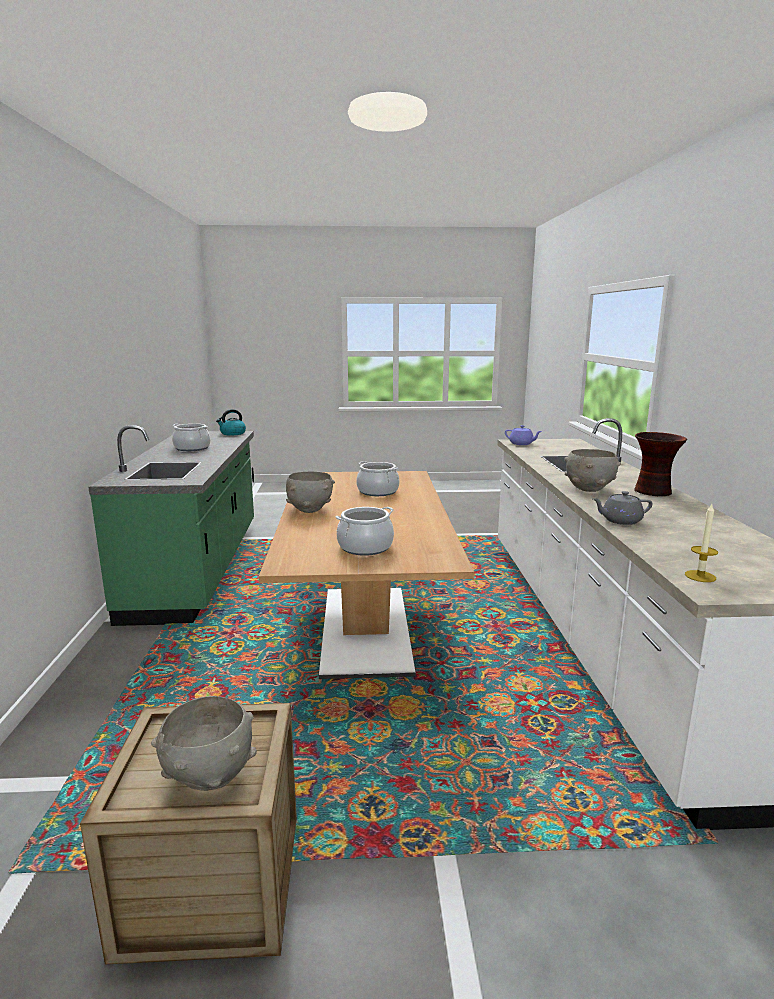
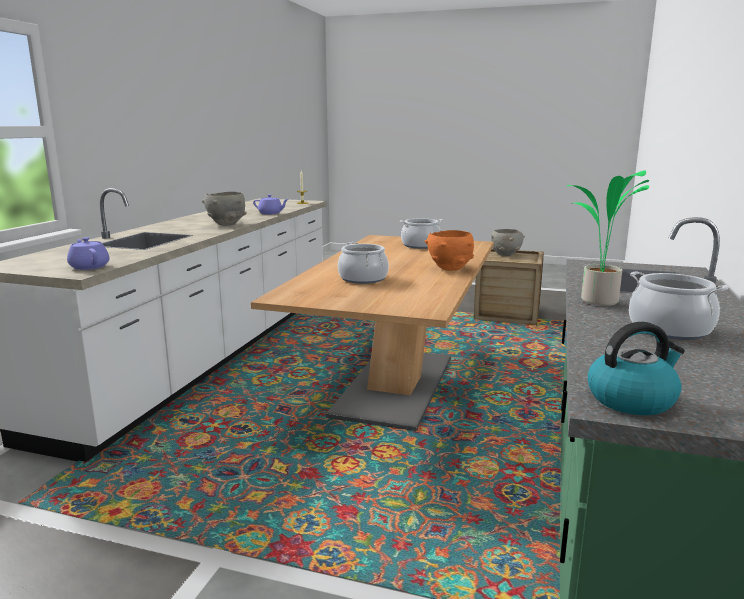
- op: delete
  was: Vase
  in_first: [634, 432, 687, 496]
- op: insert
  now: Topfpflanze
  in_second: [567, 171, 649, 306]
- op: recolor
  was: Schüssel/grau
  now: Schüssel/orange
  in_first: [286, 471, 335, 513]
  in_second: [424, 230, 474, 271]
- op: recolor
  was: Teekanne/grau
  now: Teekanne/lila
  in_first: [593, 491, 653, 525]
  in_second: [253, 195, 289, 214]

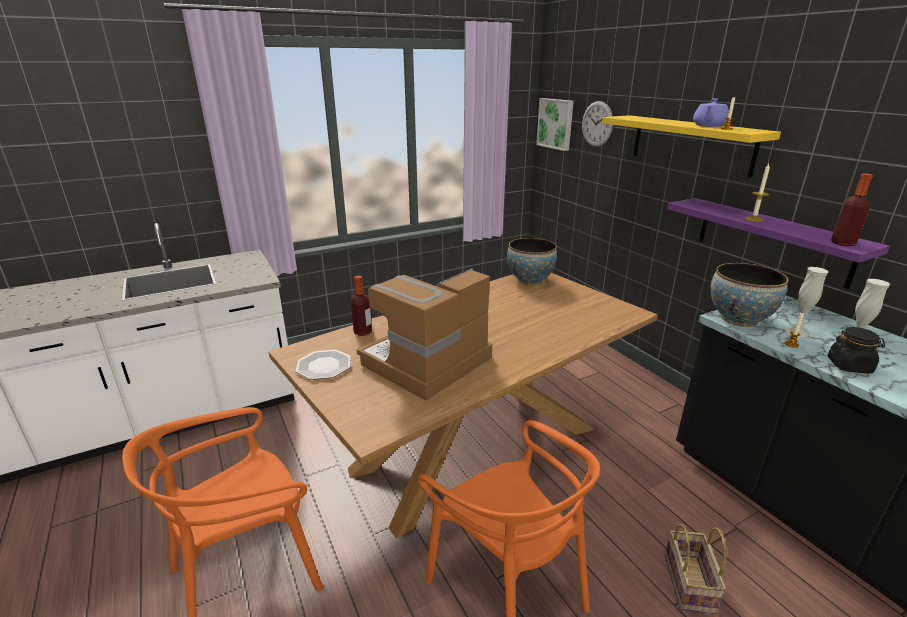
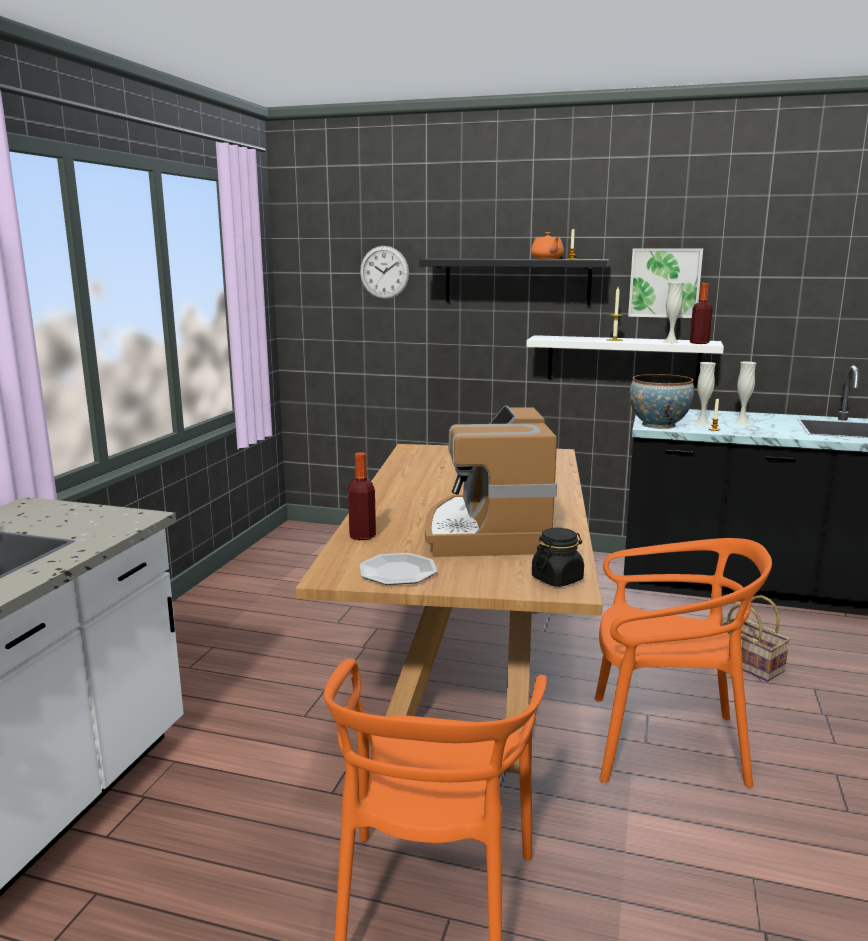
- op: delete
  was: Schüssel
  in_first: [507, 238, 557, 285]
- op: insert
  now: Vase/weiß
  in_second: [663, 282, 683, 343]
- op: move
  was: Bild
  in_first: [536, 98, 574, 151]
  in_second: [628, 249, 703, 318]
- op: move
  was: Vorratsglas/schwarz
  in_first: [828, 327, 885, 373]
  in_second: [532, 528, 584, 587]
- op: recolor
  was: Wandregal/gelb
  now: Wandregal/schwarz
  in_first: [602, 115, 781, 178]
  in_second: [419, 259, 610, 305]
- op: recolor
  was: Wandregal/lila
  now: Wandregal/weiß
  in_first: [667, 198, 890, 289]
  in_second: [526, 335, 724, 386]
- op: recolor
  was: Teekanne/lila
  now: Teekanne/orange
  in_first: [693, 98, 729, 127]
  in_second: [531, 232, 564, 259]

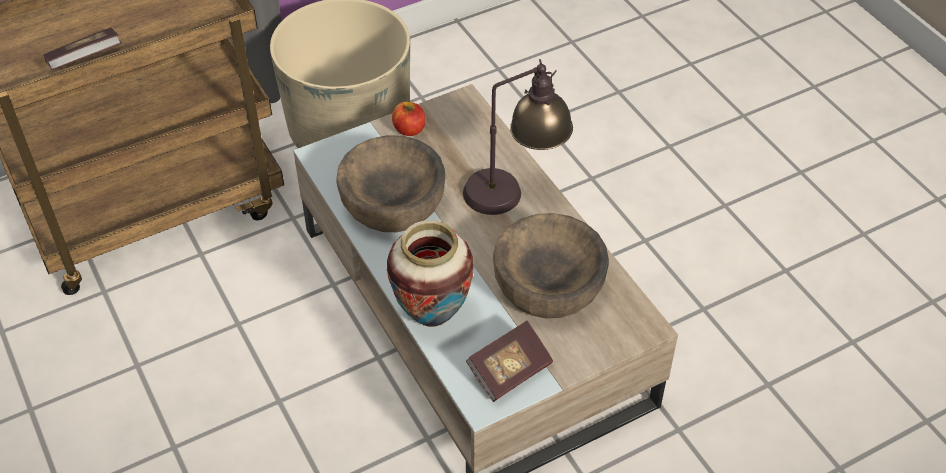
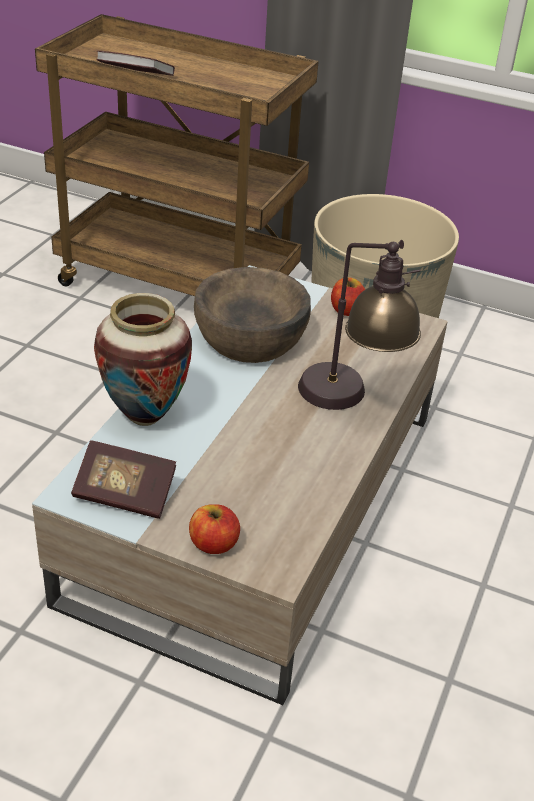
- op: delete
  was: Schüssel/braun
  in_first: [493, 213, 609, 319]
- op: insert
  now: Apfel
  in_second: [189, 504, 240, 554]

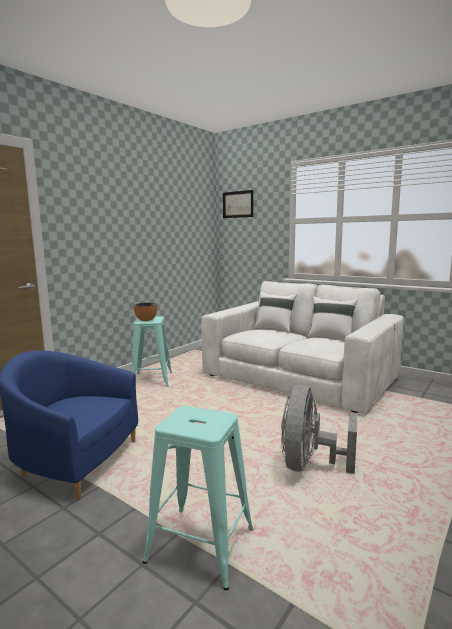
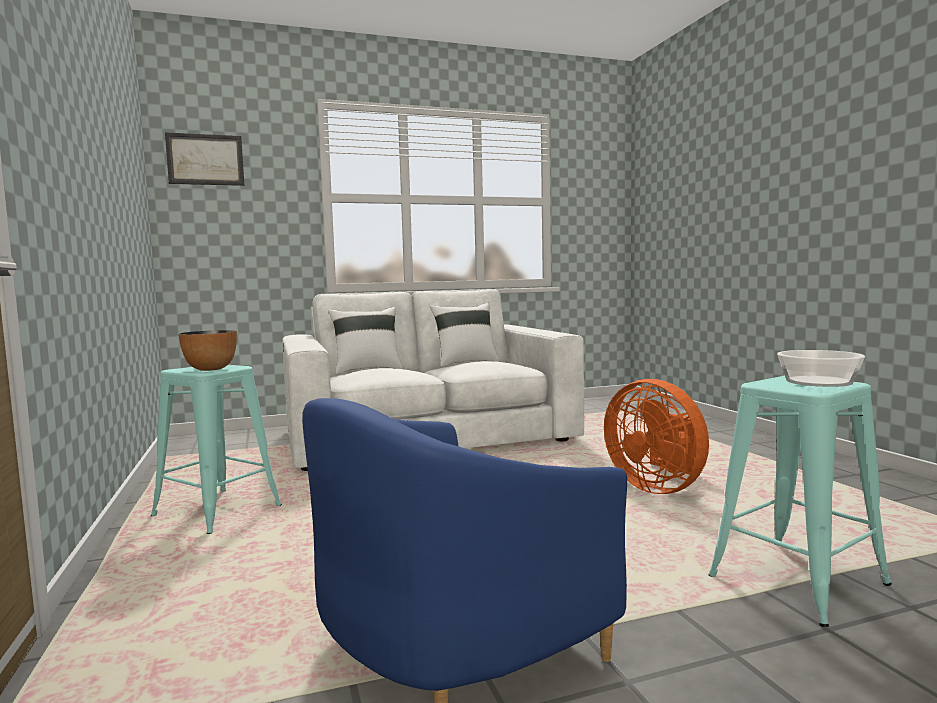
- op: insert
  now: Schüssel
  in_second: [777, 350, 865, 387]
- op: recolor
  was: Ventilator/grau
  now: Ventilator/orange
  in_first: [281, 385, 357, 474]
  in_second: [604, 379, 709, 494]

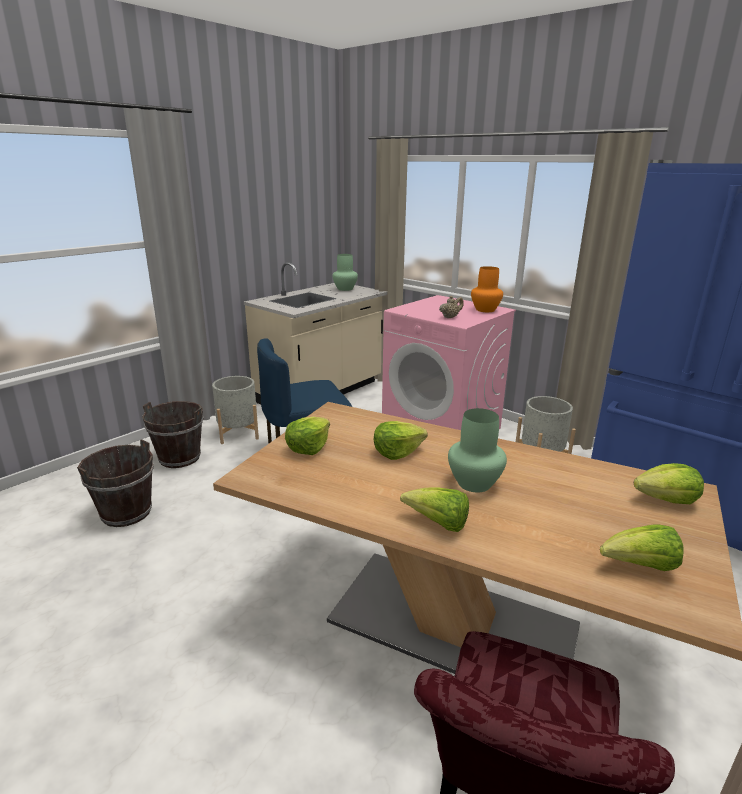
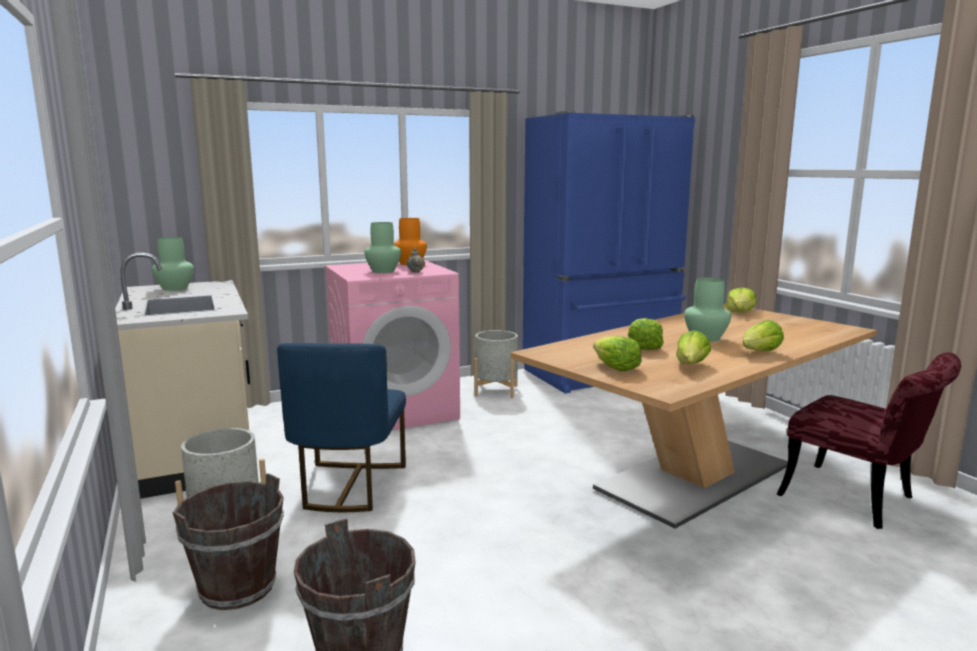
- op: insert
  now: Vase/grün
  in_second: [364, 222, 401, 273]
- op: move
  was: Salatkopf
  in_first: [600, 524, 684, 571]
  in_second: [676, 330, 711, 364]

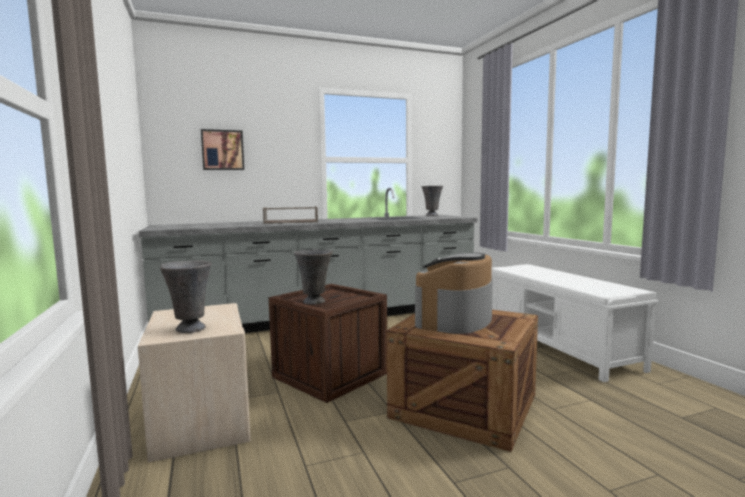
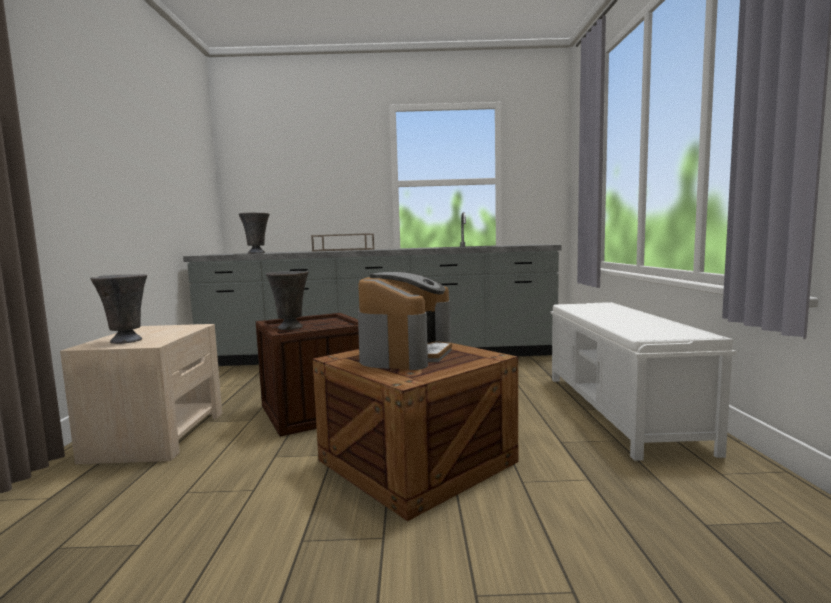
- op: delete
  was: Bild
  in_first: [201, 129, 244, 170]
- op: move
  was: Vase/grau
  in_first: [421, 186, 443, 216]
  in_second: [239, 212, 270, 254]
- op: rotate
  was: Kaffeemaschine
  in_first: [415, 252, 493, 334]
  in_second: [358, 272, 452, 370]
  clockwise: 150

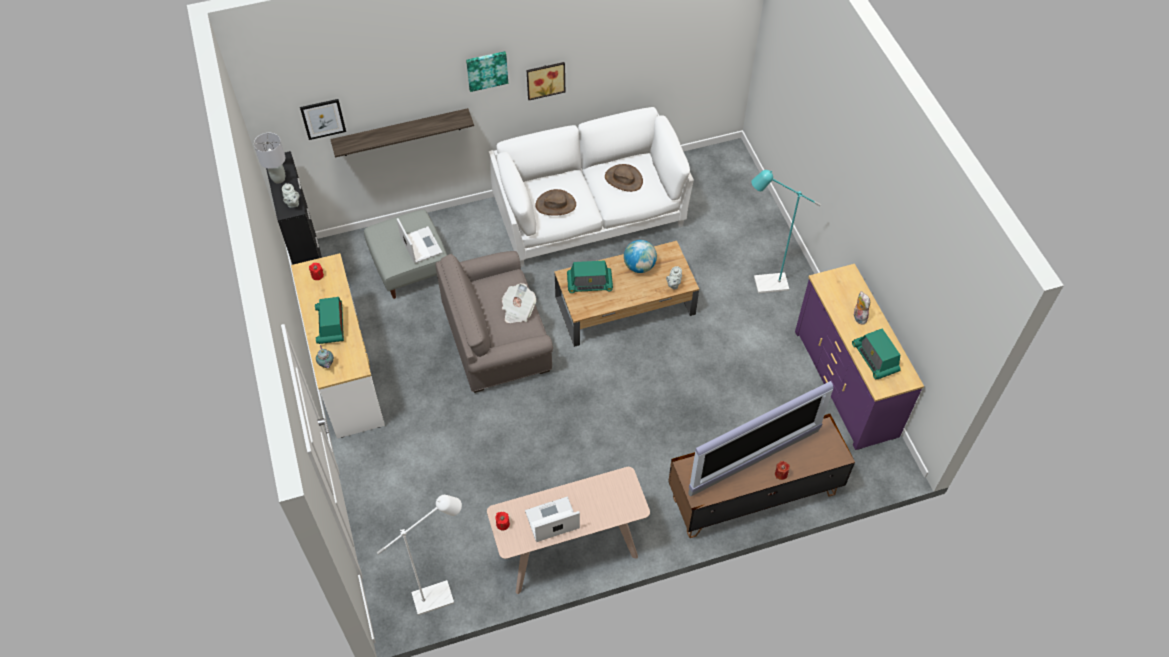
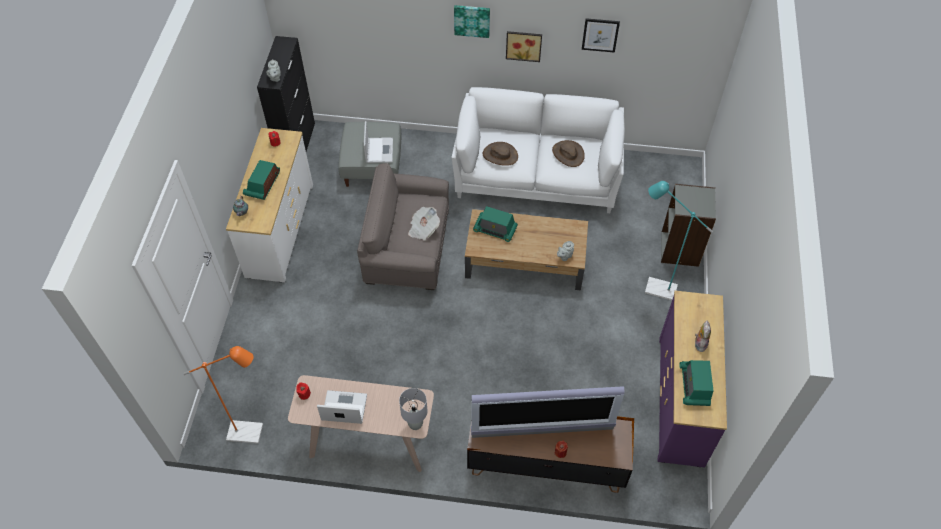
- op: delete
  was: Wandregal
  in_first: [330, 108, 474, 158]
- op: delete
  was: Globus
  in_first: [624, 240, 657, 273]
- op: insert
  now: Bücherregal/grau
  in_second: [661, 184, 716, 267]
- op: move
  was: Tischlampe/grau
  in_first: [254, 133, 285, 183]
  in_second: [399, 388, 427, 430]
- op: move
  was: Bild
  in_first: [300, 99, 346, 140]
  in_second: [582, 18, 620, 53]
- op: recolor
  was: Stehlampe/weiß
  now: Stehlampe/orange
  in_first: [377, 495, 462, 615]
  in_second: [183, 346, 263, 444]

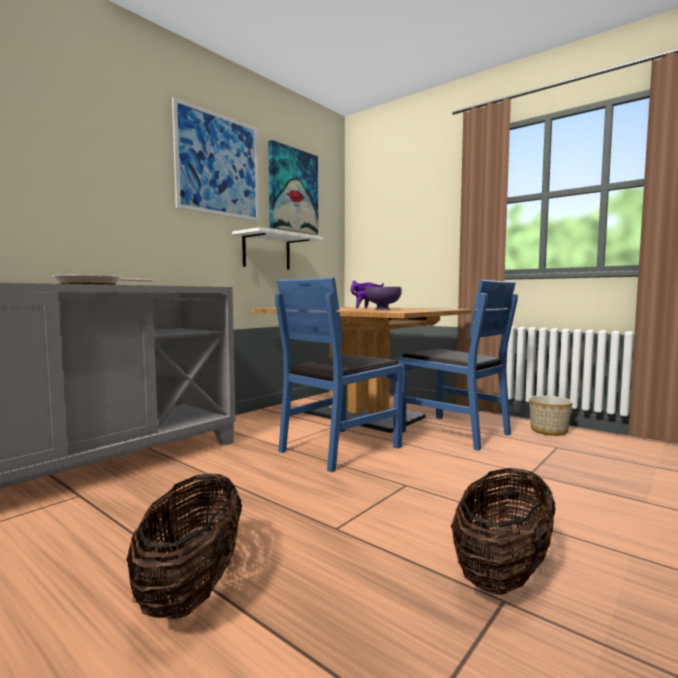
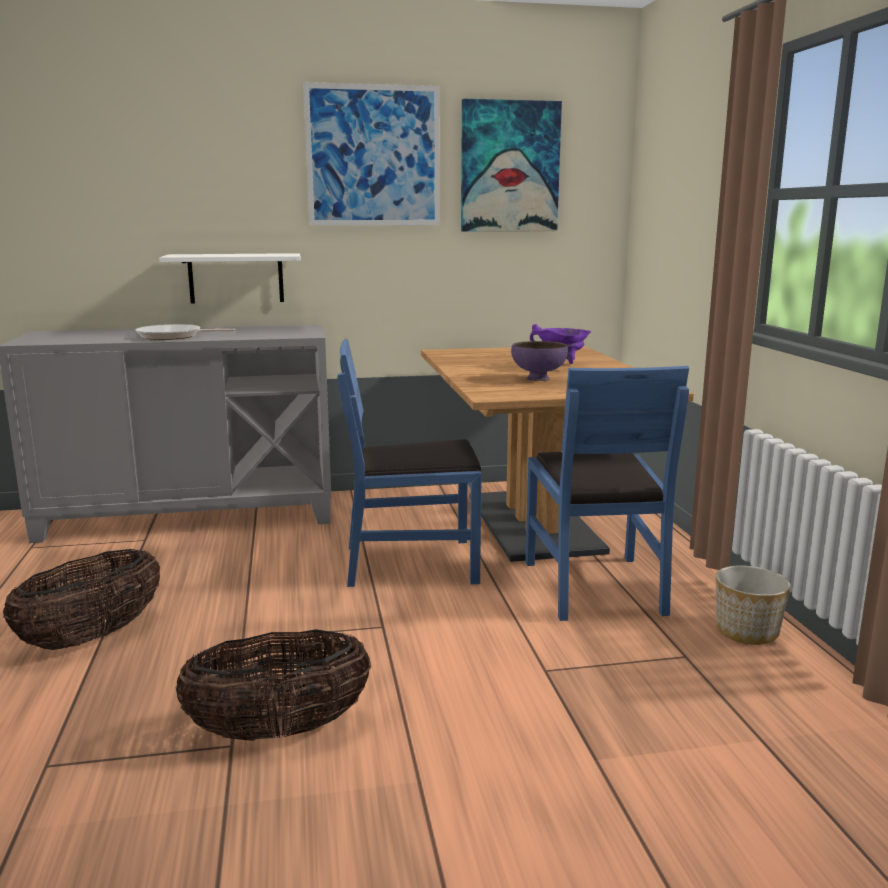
- op: move
  was: Wandregal/weiß
  in_first: [232, 227, 323, 270]
  in_second: [159, 253, 301, 304]

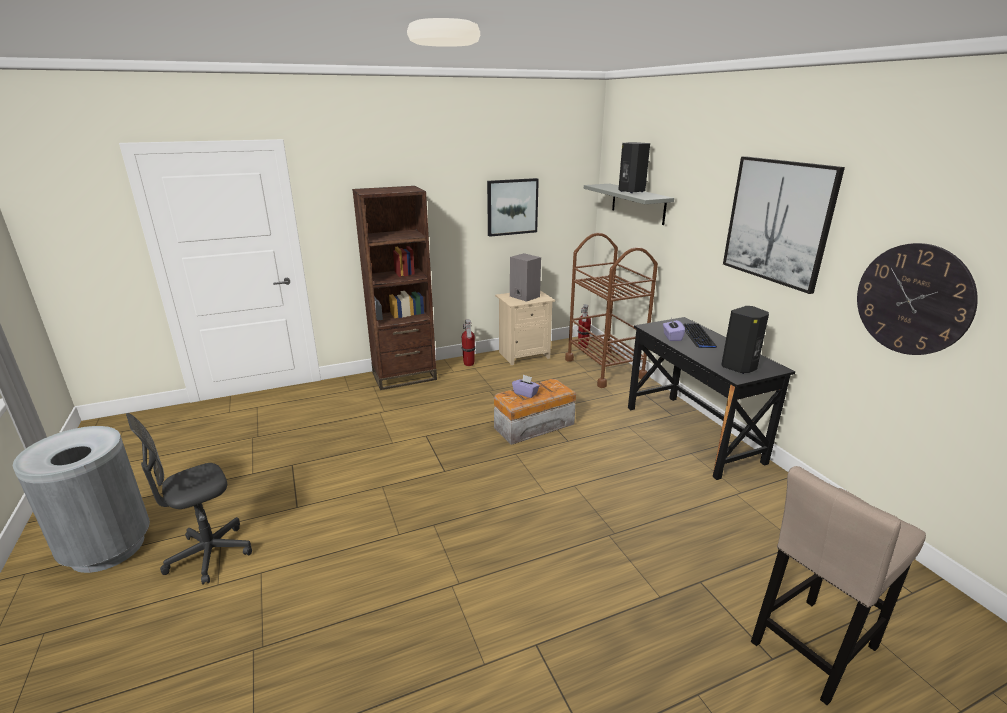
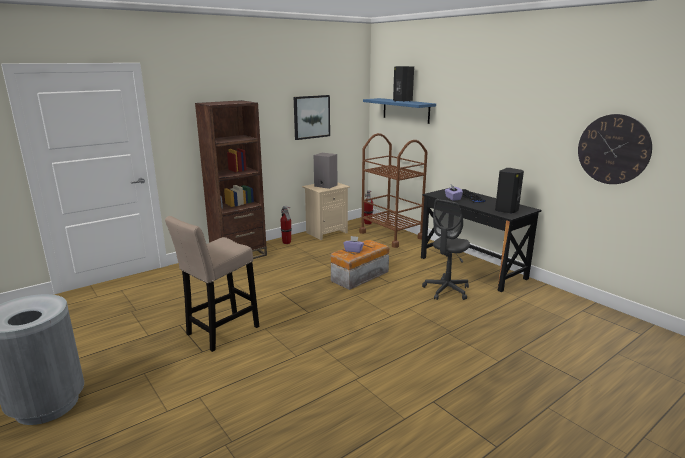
- op: delete
  was: Bild
  in_first: [723, 156, 845, 294]
- op: move
  was: Bürostuhl/grau
  in_first: [126, 413, 252, 584]
  in_second: [422, 199, 470, 300]
- op: move
  was: Hocker/beige
  in_first: [751, 466, 926, 705]
  in_second: [165, 216, 259, 352]
- op: recolor
  was: Wandregal/grau
  now: Wandregal/blau
  in_first: [584, 184, 674, 225]
  in_second: [363, 98, 436, 124]

